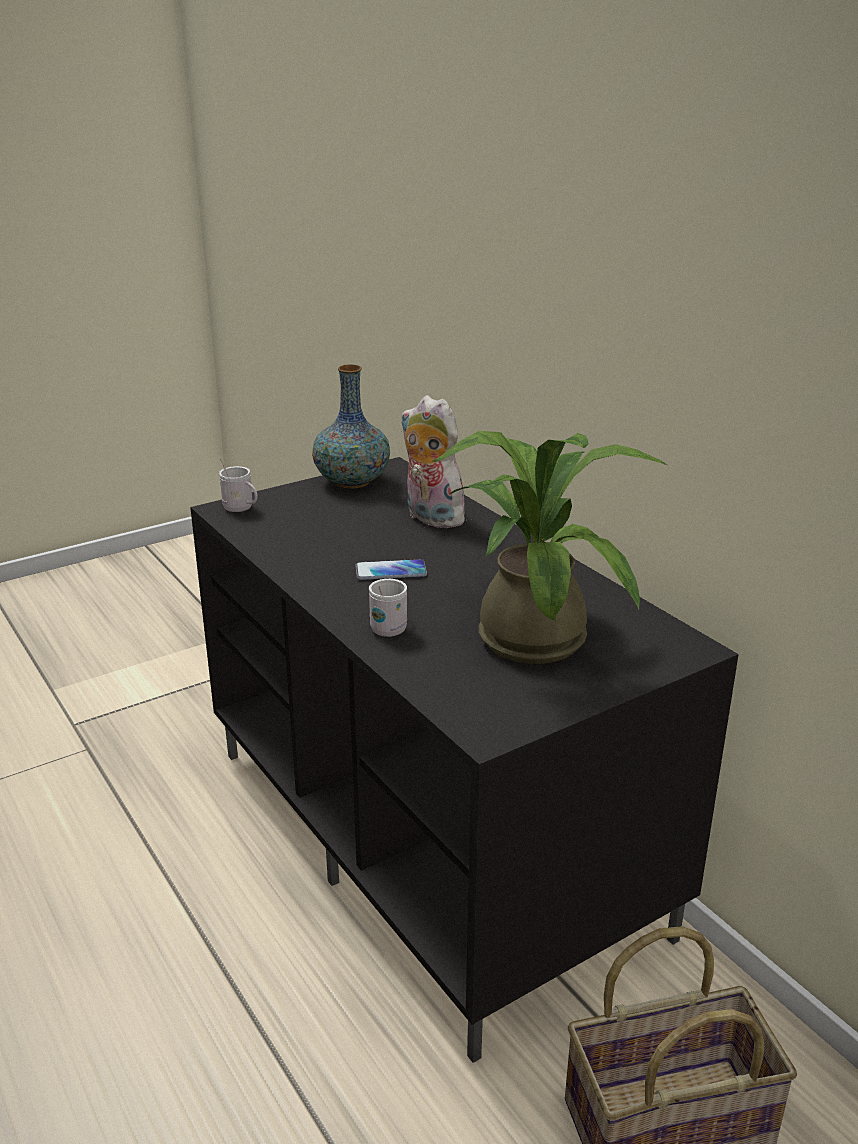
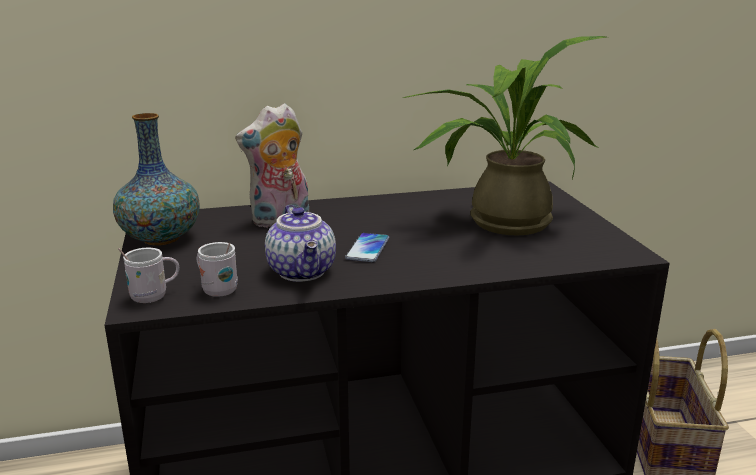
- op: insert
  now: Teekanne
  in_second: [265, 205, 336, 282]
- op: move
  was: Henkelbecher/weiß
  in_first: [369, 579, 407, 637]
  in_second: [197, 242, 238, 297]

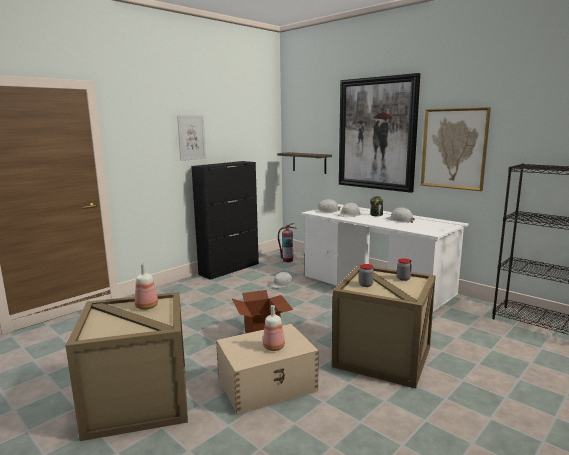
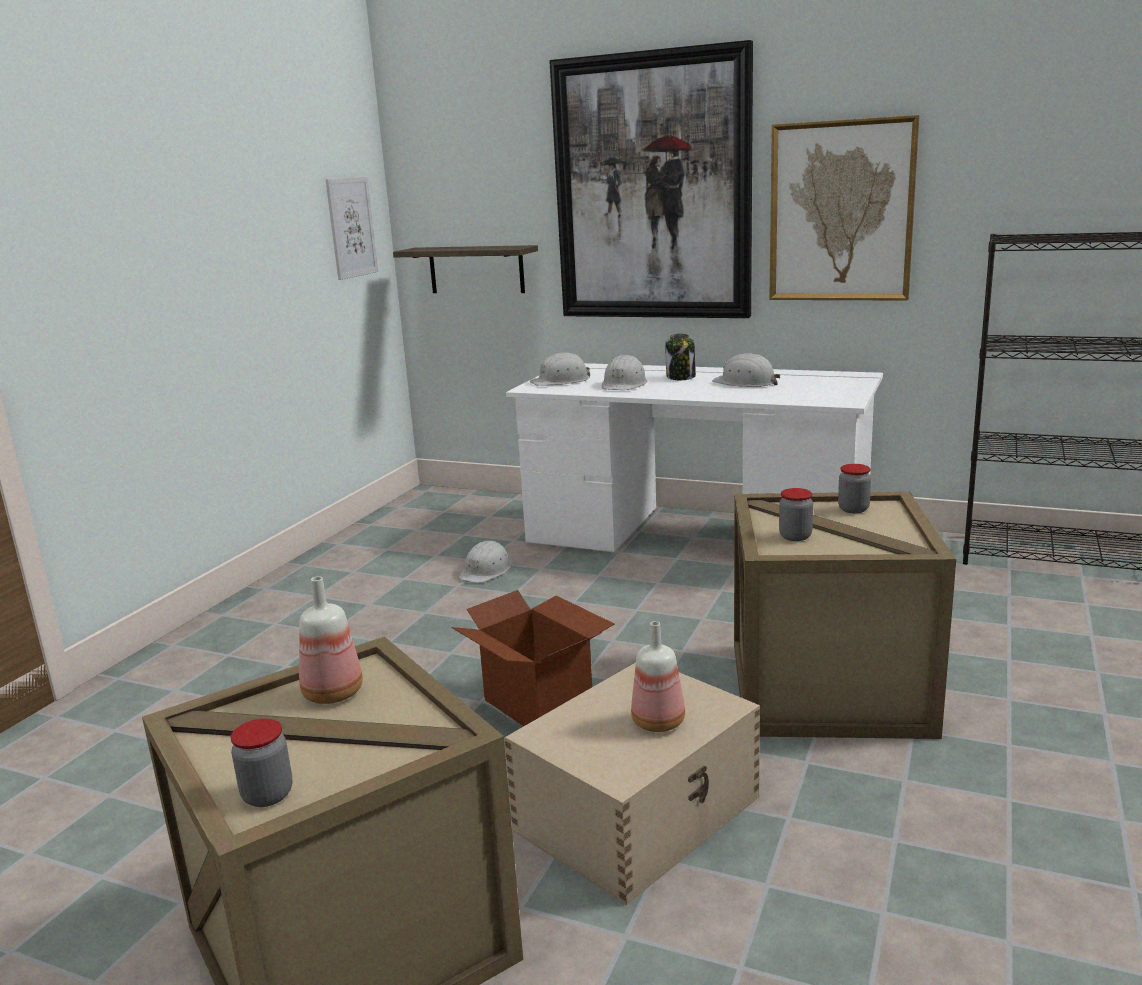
- op: delete
  was: Schrank/schwarz
  in_first: [191, 161, 259, 280]
- op: delete
  was: Feuerlöscher
  in_first: [278, 223, 297, 262]
- op: insert
  now: Vorratsglas
  in_second: [230, 719, 292, 807]
- op: move
  was: Bild
  in_first: [177, 115, 206, 161]
  in_second: [325, 176, 378, 280]

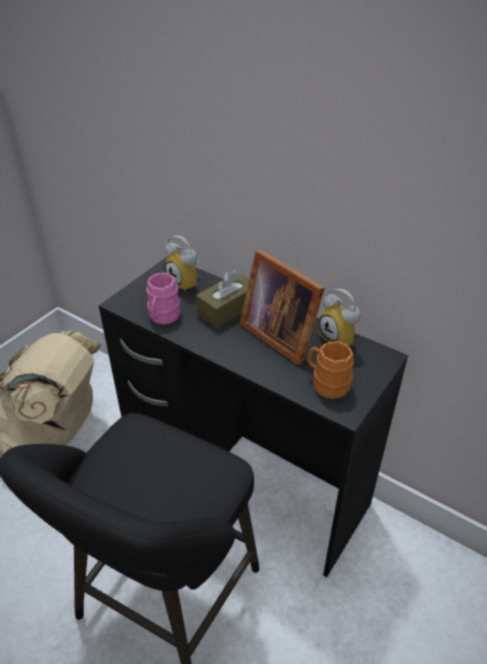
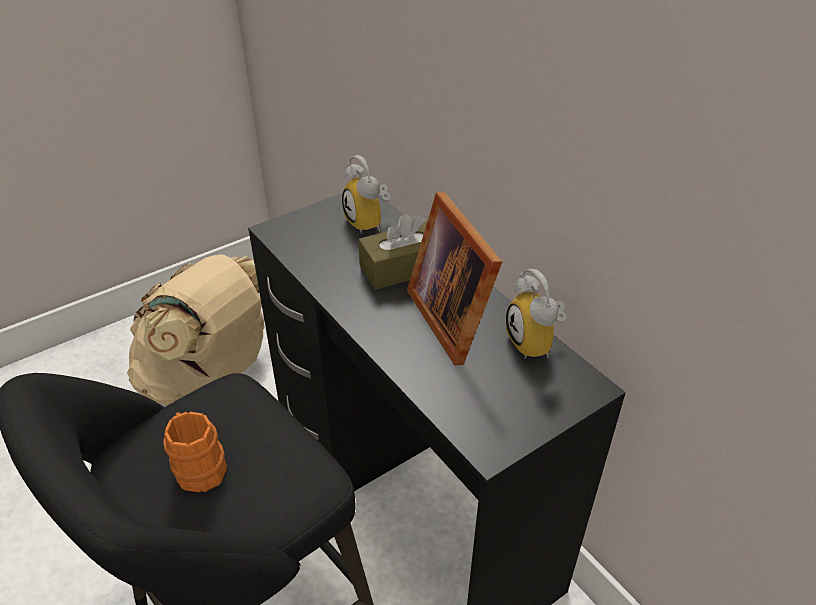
- op: delete
  was: Henkelbecher/rosa
  in_first: [146, 272, 180, 325]
- op: move
  was: Henkelbecher/orange
  in_first: [307, 341, 354, 399]
  in_second: [163, 412, 227, 492]

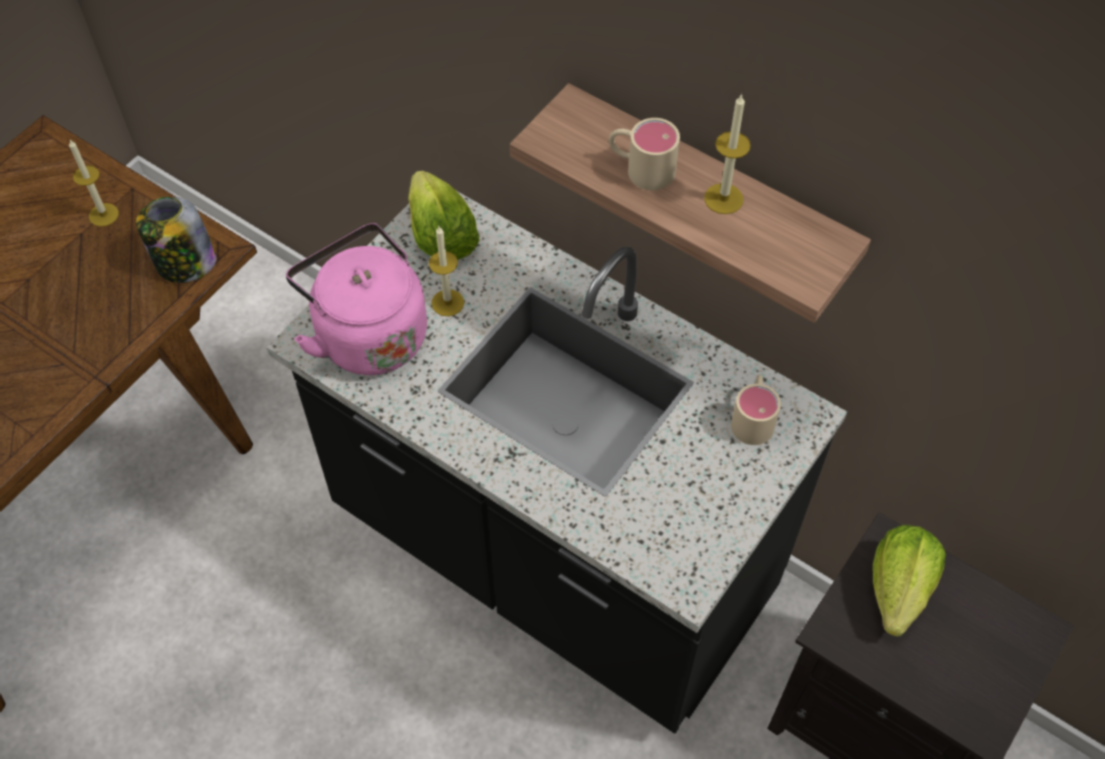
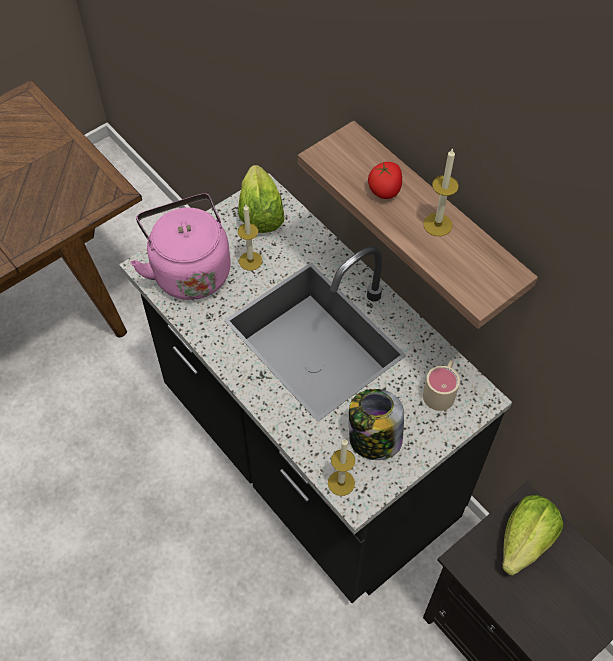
- op: move
  was: Kerze
  in_first: [69, 140, 119, 227]
  in_second: [328, 439, 355, 496]
- op: move
  was: Vorratsglas
  in_first: [136, 197, 217, 283]
  in_second: [349, 389, 404, 460]
- op: replace
  was: Henkelbecher/beige
  now: Tomate
  in_first: [609, 118, 680, 190]
  in_second: [368, 162, 402, 199]

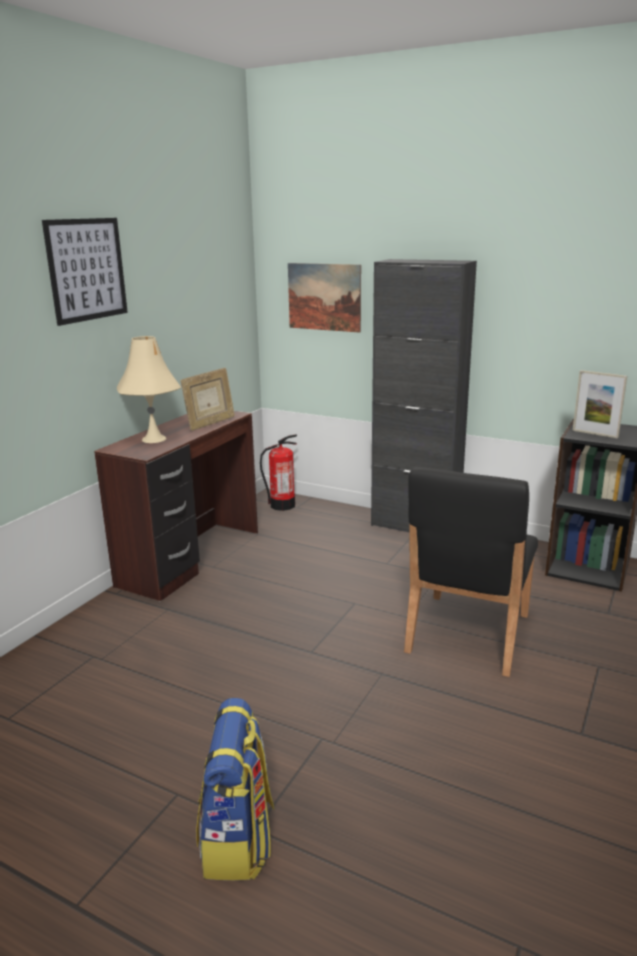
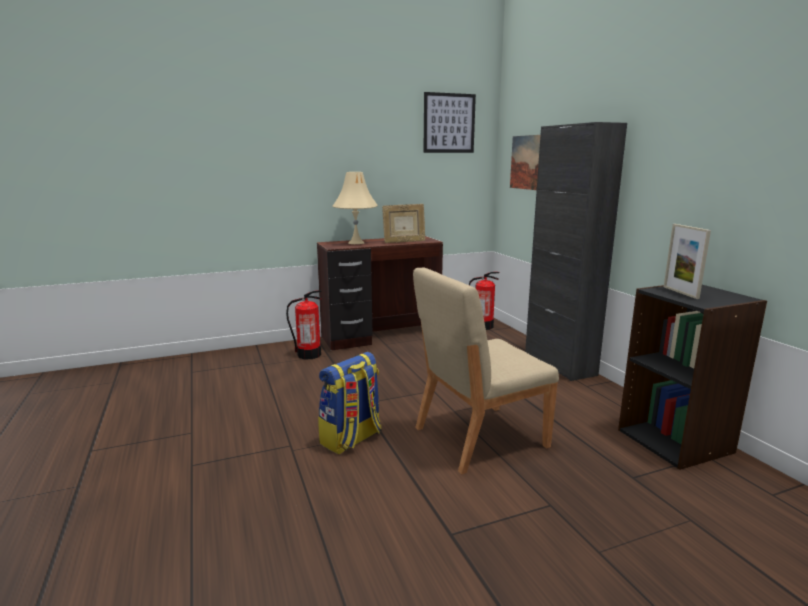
- op: insert
  now: Feuerlöscher
  in_second: [286, 290, 322, 359]
- op: move
  was: Bild
  in_first: [42, 218, 128, 326]
  in_second: [423, 92, 476, 153]
- op: move
  was: Rucksack
  in_first: [196, 698, 275, 880]
  in_second: [318, 352, 381, 454]
- op: recolor
  was: Stuhl/schwarz
  now: Stuhl/beige
  in_first: [404, 467, 538, 677]
  in_second: [413, 268, 559, 474]

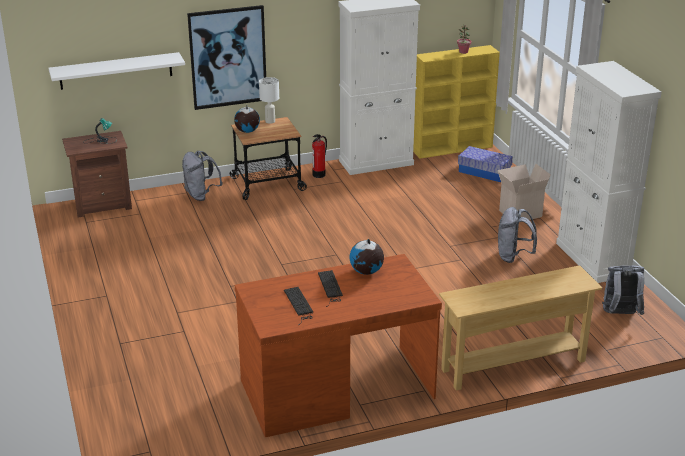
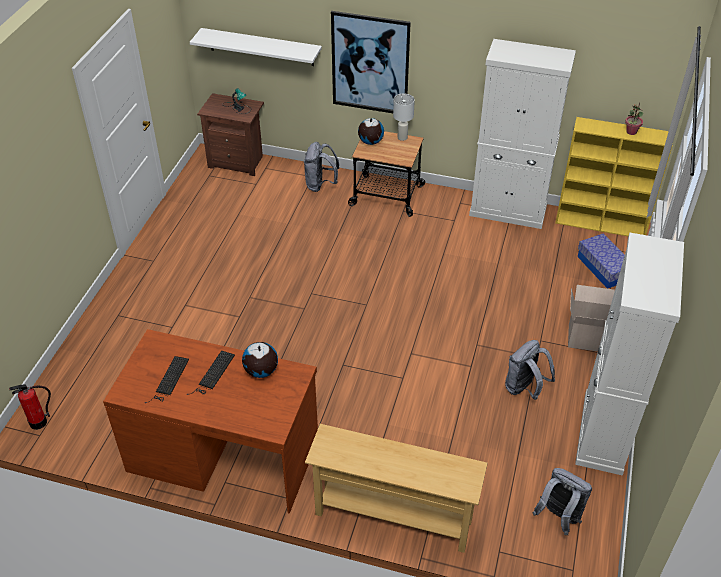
- op: move
  was: Feuerlöscher
  in_first: [312, 134, 327, 178]
  in_second: [9, 384, 51, 430]

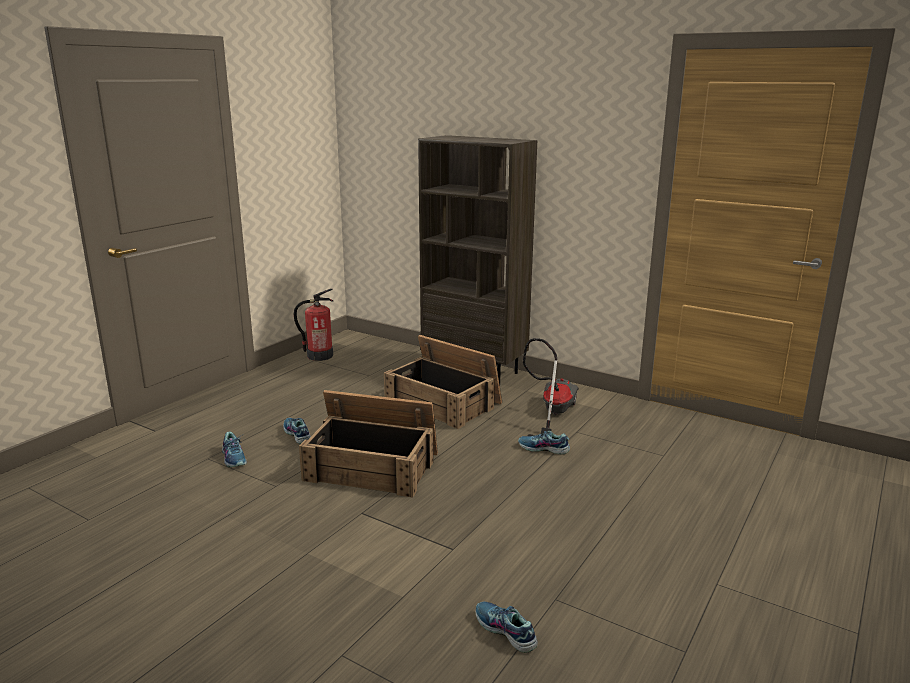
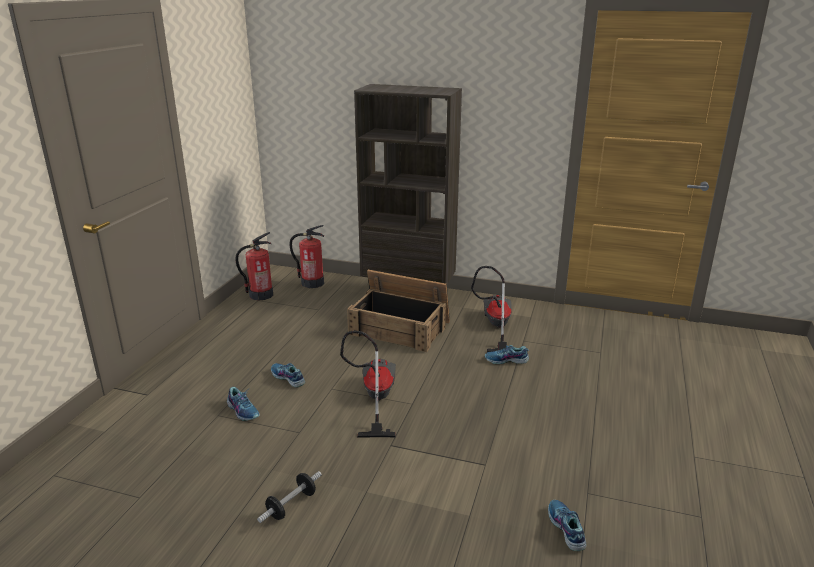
- op: insert
  now: Hantel
  in_second: [257, 471, 322, 523]
- op: insert
  now: Feuerlöscher
  in_second: [289, 225, 324, 288]
- op: replace
  was: Kiste
  now: Staubsauger
  in_first: [299, 390, 438, 498]
  in_second: [340, 331, 396, 438]
- op: rotate
  was: Schuh
  in_first: [475, 602, 538, 653]
  in_second: [548, 500, 587, 551]
  clockwise: 45

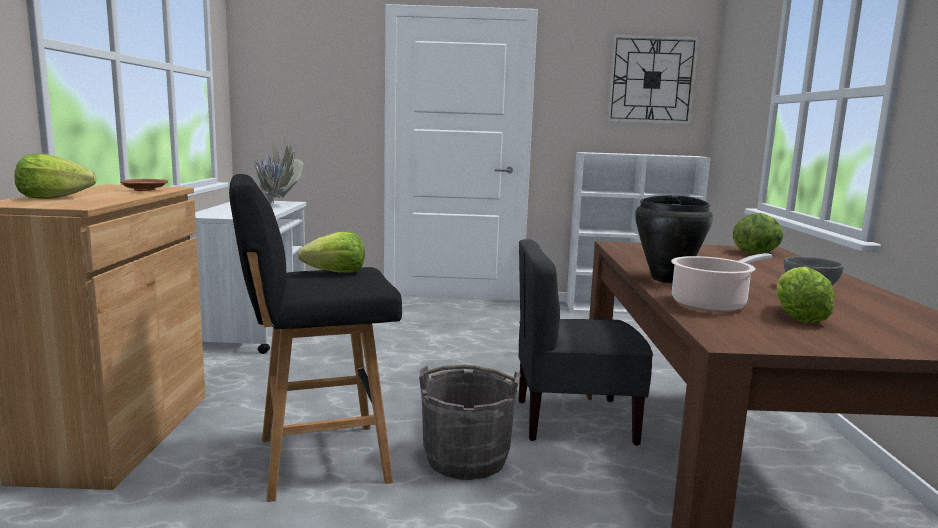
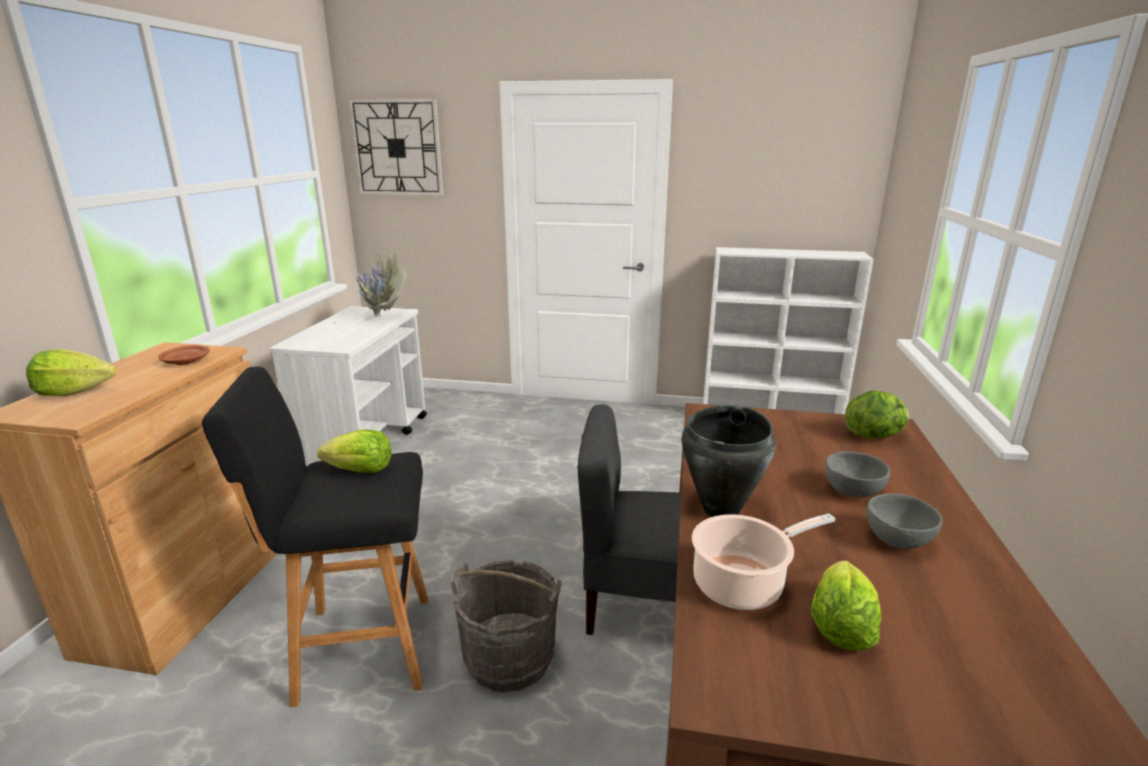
- op: insert
  now: Schüssel/grau
  in_second: [825, 451, 890, 497]
- op: move
  was: Wanduhr
  in_first: [607, 34, 699, 124]
  in_second: [348, 99, 443, 196]

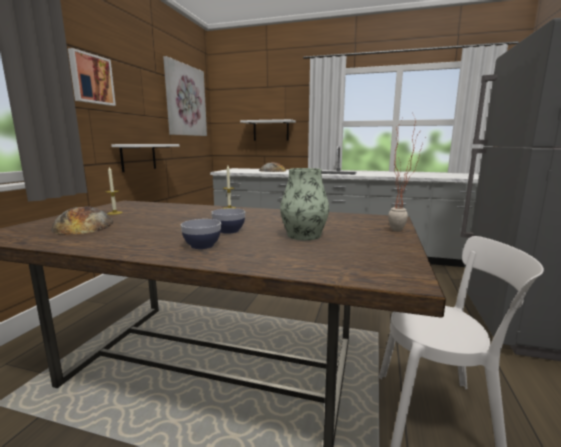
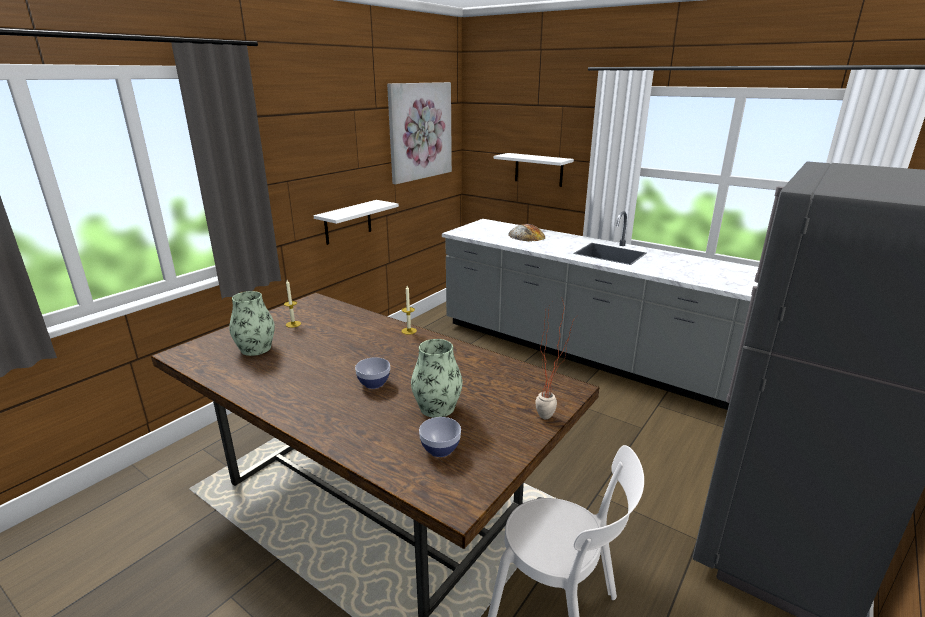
- op: delete
  was: Bild
  in_first: [68, 48, 116, 106]
- op: move
  was: Schüssel
  in_first: [181, 219, 221, 249]
  in_second: [419, 417, 461, 457]
- op: replace
  was: Brot
  now: Vase
  in_first: [51, 206, 113, 235]
  in_second: [229, 291, 275, 356]

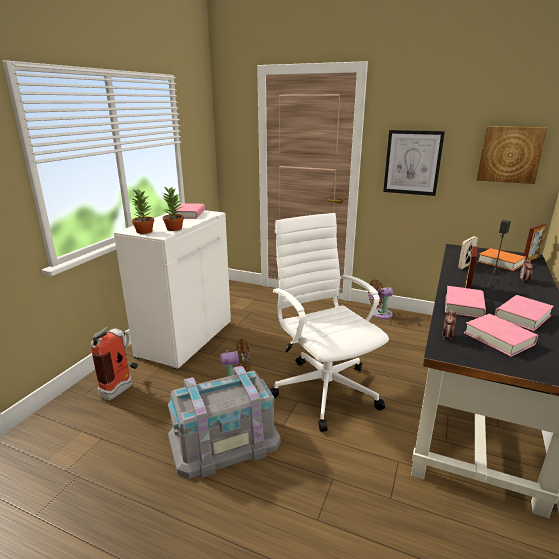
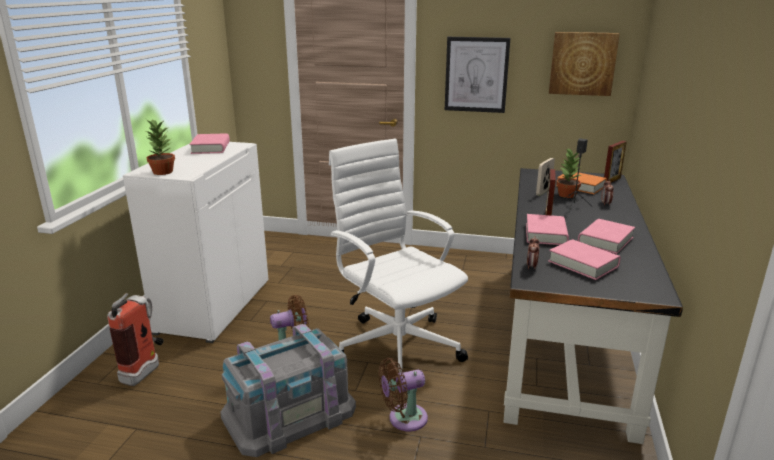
- op: move
  was: Topfpflanze
  in_first: [163, 187, 184, 231]
  in_second: [556, 148, 582, 198]
- op: move
  was: Ventilator/braun
  in_first: [368, 279, 393, 319]
  in_second: [379, 358, 428, 431]

